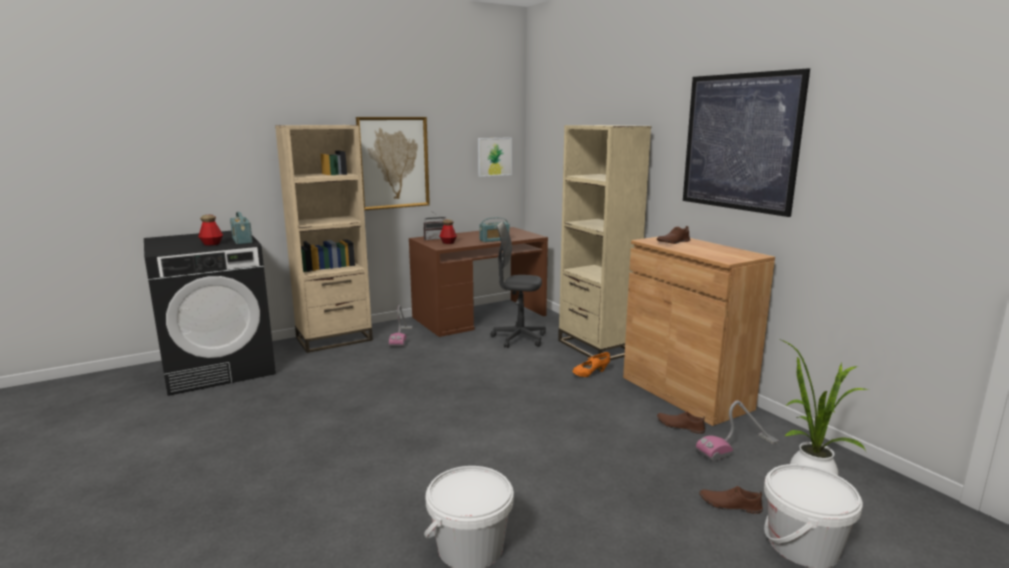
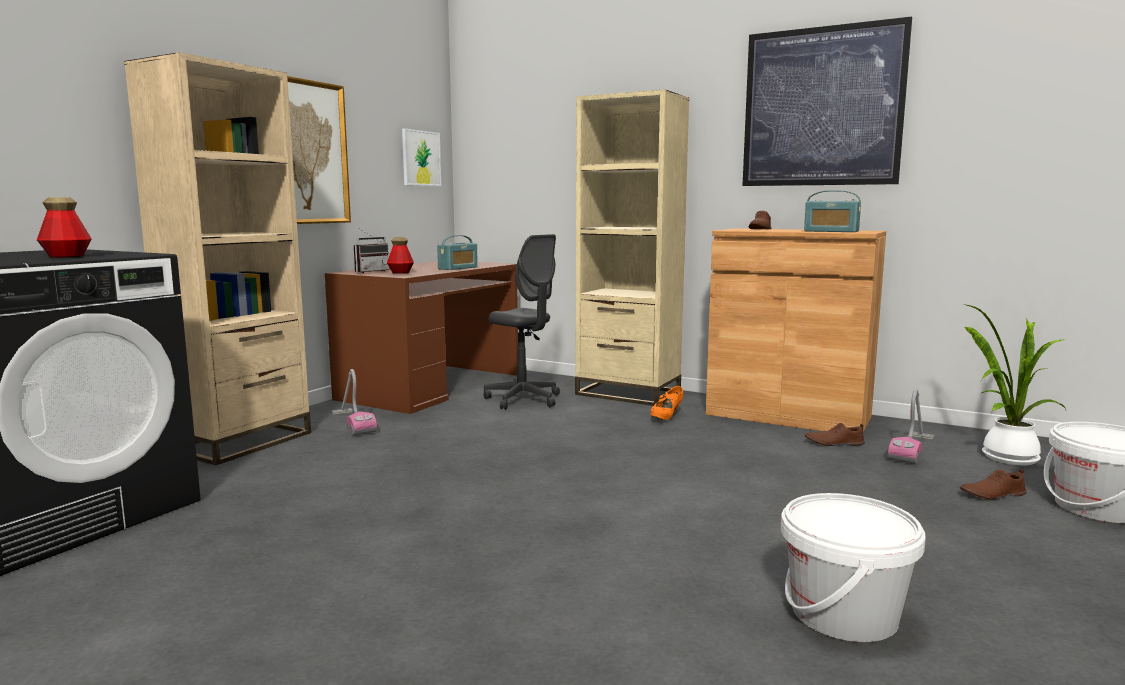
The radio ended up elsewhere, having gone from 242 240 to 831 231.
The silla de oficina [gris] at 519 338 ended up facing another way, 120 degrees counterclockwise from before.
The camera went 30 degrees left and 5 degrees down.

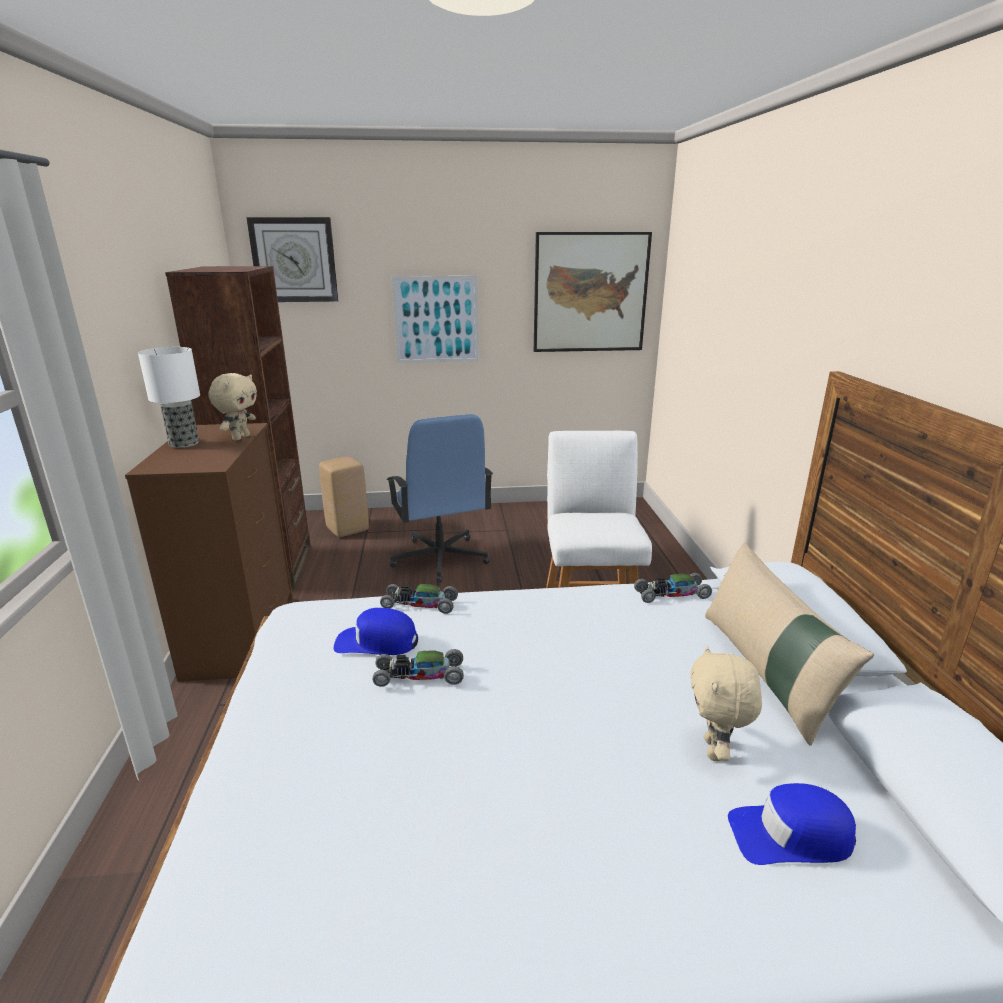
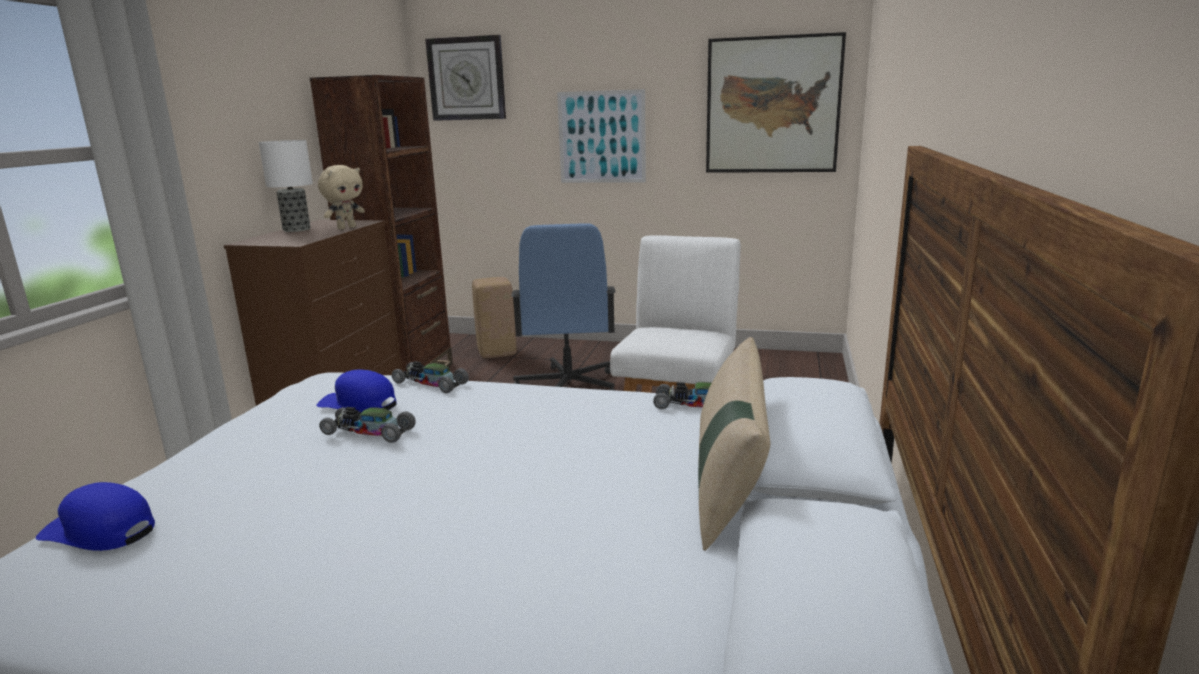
The second view lost the peluche [beis] at 715 750.
The gorra [azul] ended up elsewhere, having gone from 790 835 to 99 530.
The camera went 20 degrees right and 5 degrees down.

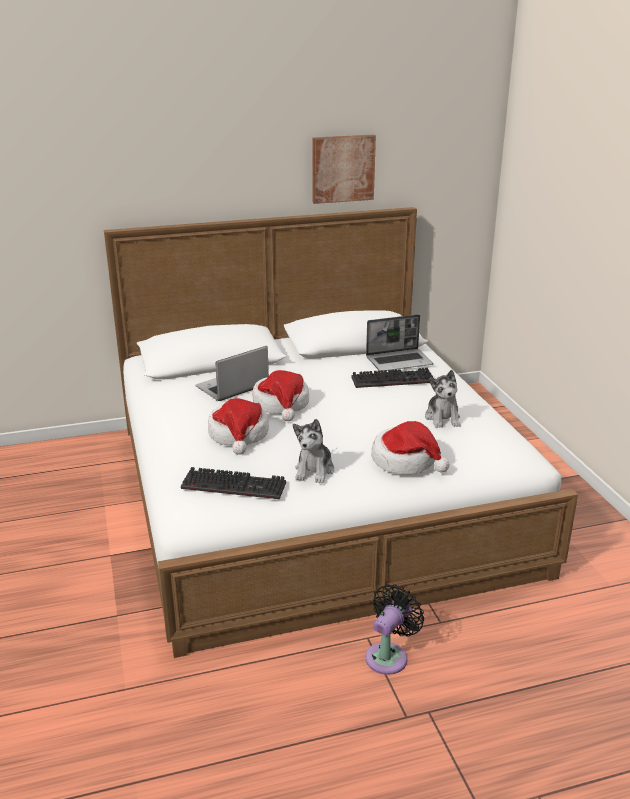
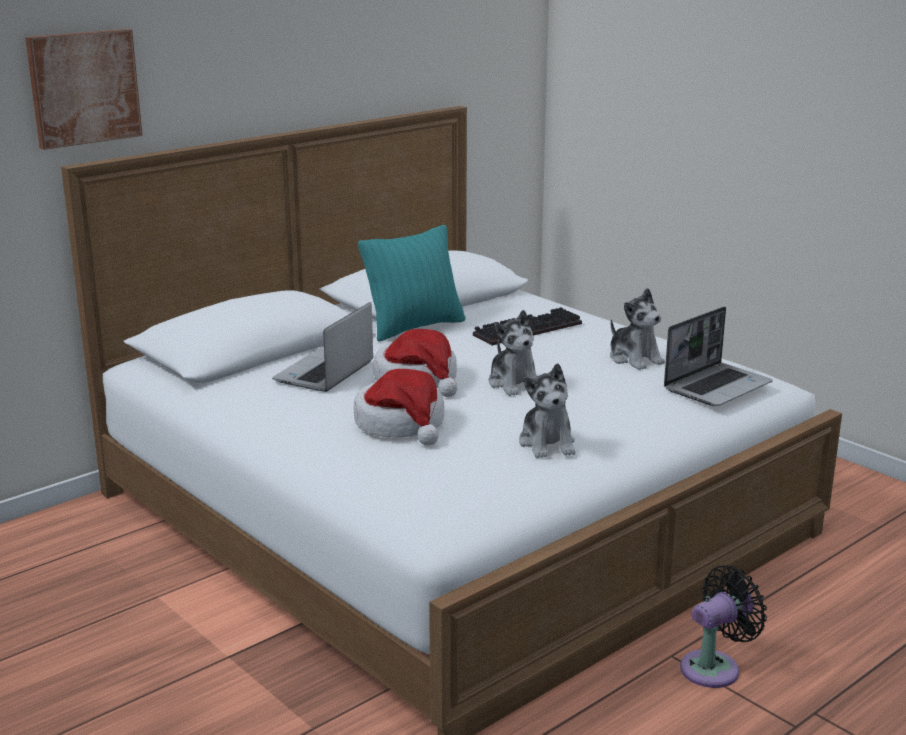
The second view lost the teclado at 236 485.
The cuadro ended up elsewhere, having gone from 343 168 to 84 87.
The portátil ended up elsewhere, having gone from 399 361 to 717 386.
The ventilador [negro] at 389 655 ended up facing another way, 45 degrees clockwise from before.
The second view lost the sombrero at 405 461.
The second view gained the cojín [turquesa] at 414 327.
The second view gained the peluche at 514 384.
The camera went 25 degrees left and 5 degrees down.

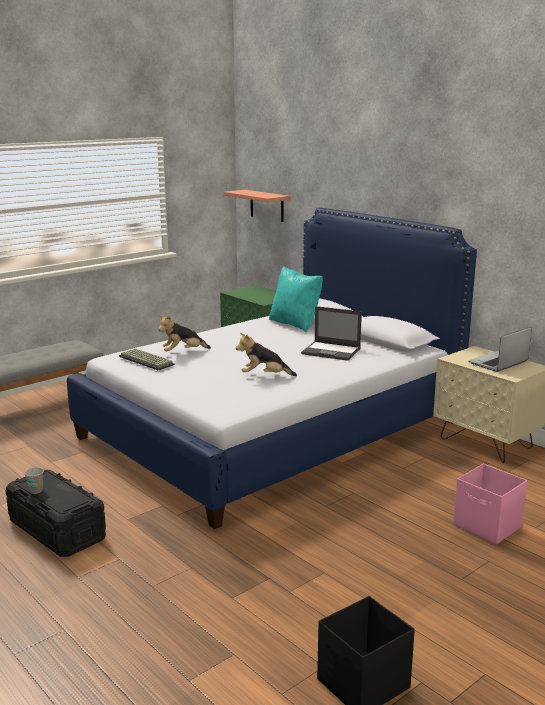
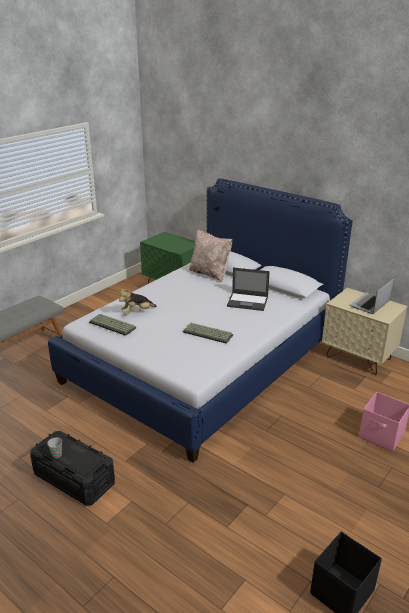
The second view lost the estante at 267 205.
Where the peluche stood at 264 376, the teclado came to stand at 208 333.
What was the cojín [turquesa] at 295 324 turned into the cojín [beis] at 210 273.
The camera went 10 degrees left and 10 degrees up.

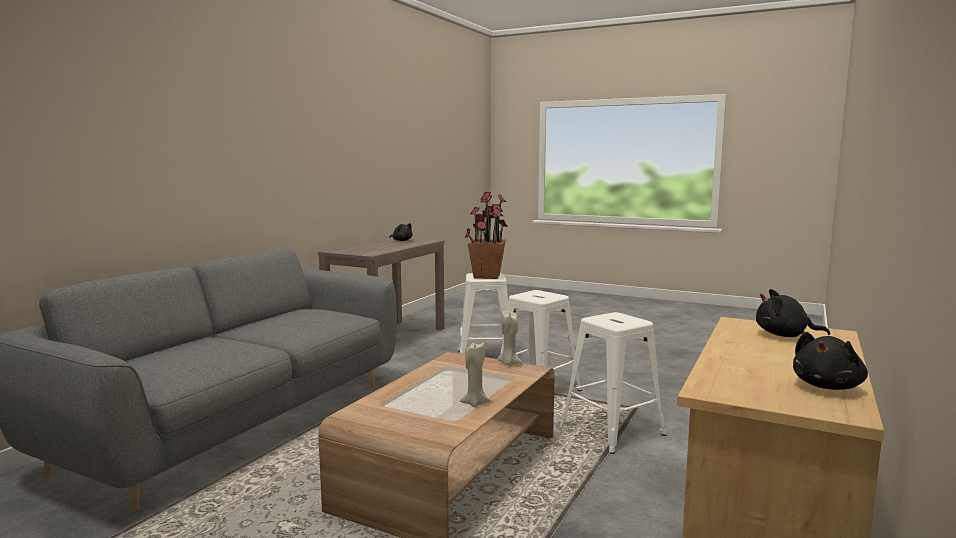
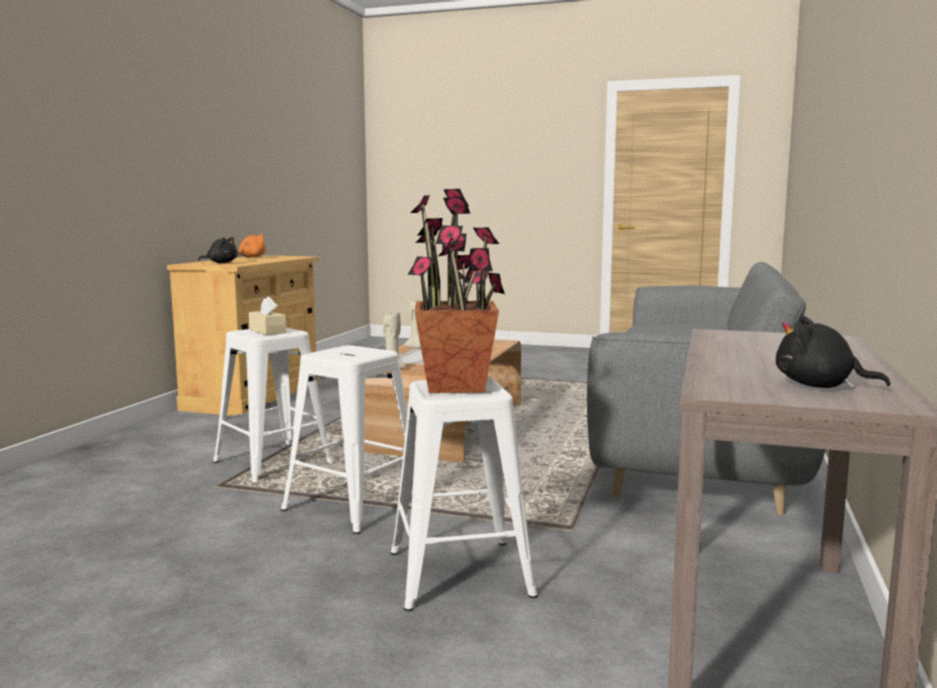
What was the peluche [negro] at 828 386 turned into the peluche [naranja] at 251 257.
The second view gained the caja de pañuelos [beis] at 267 331.
The camera went 170 degrees right and 0 degrees up.

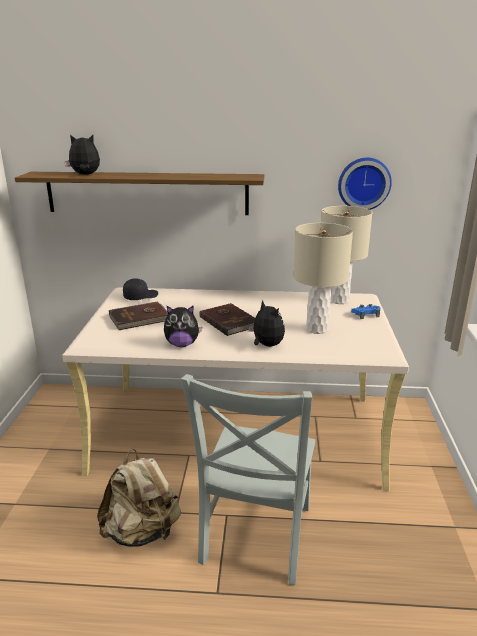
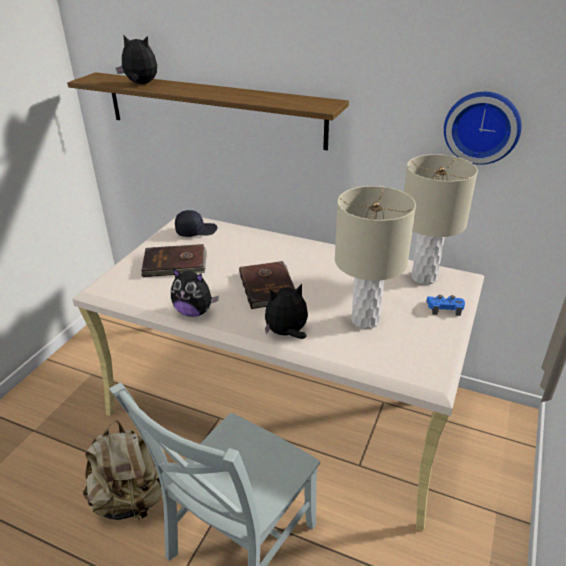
The peluche at 266 345 ended up facing another way, 90 degrees counterclockwise from before.
The camera went 20 degrees right and 10 degrees up.

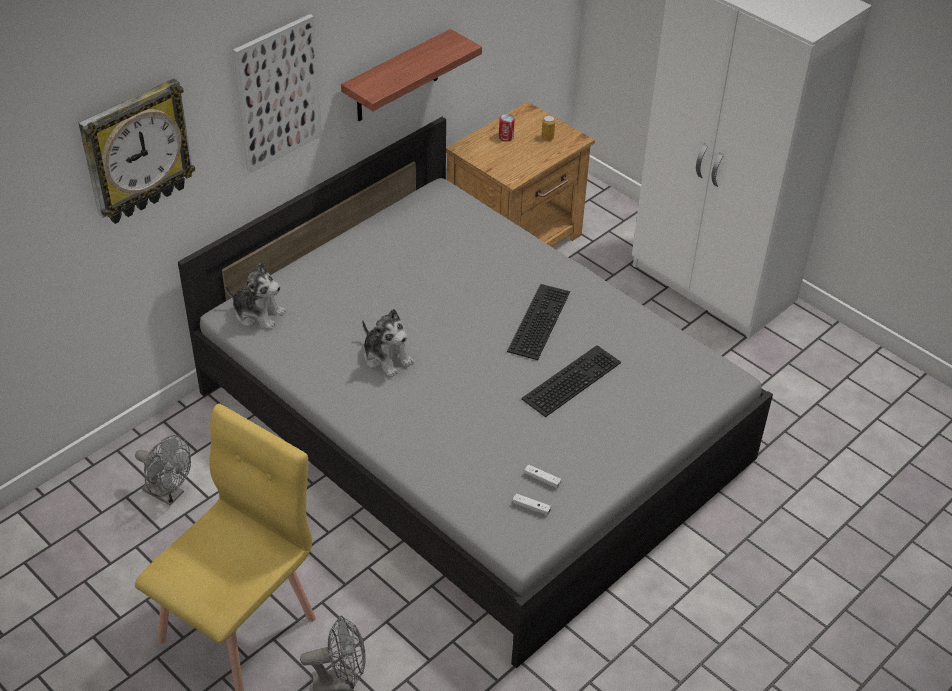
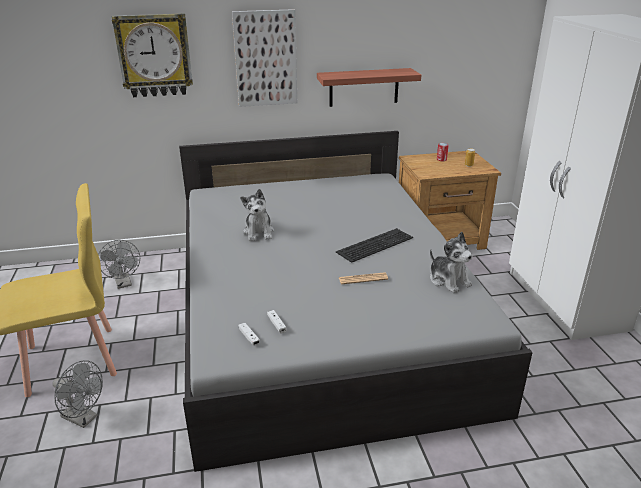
The peluche ended up elsewhere, having gone from 258 314 to 448 280.
Where the teclado stood at 571 379, the periódico came to stand at 363 279.
The camera went 35 degrees right and 15 degrees down.

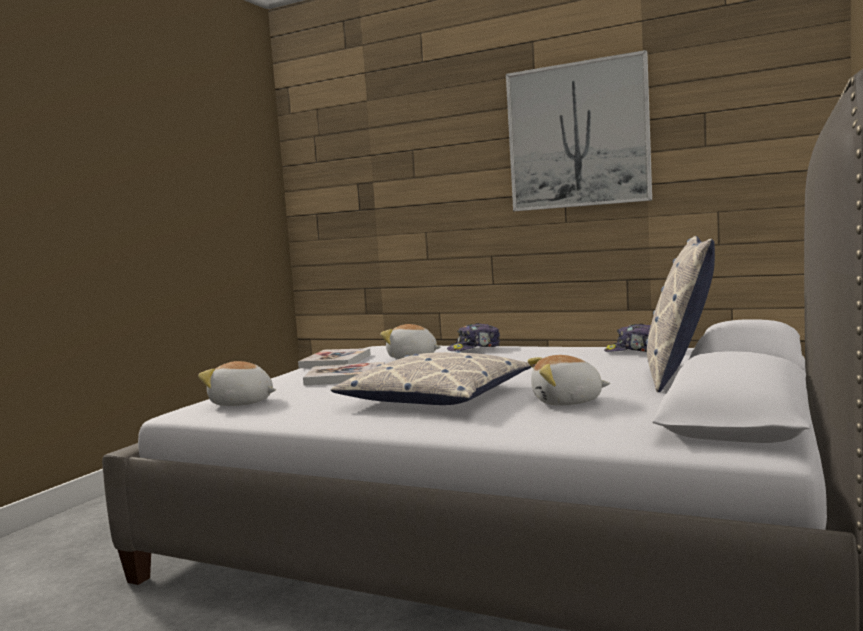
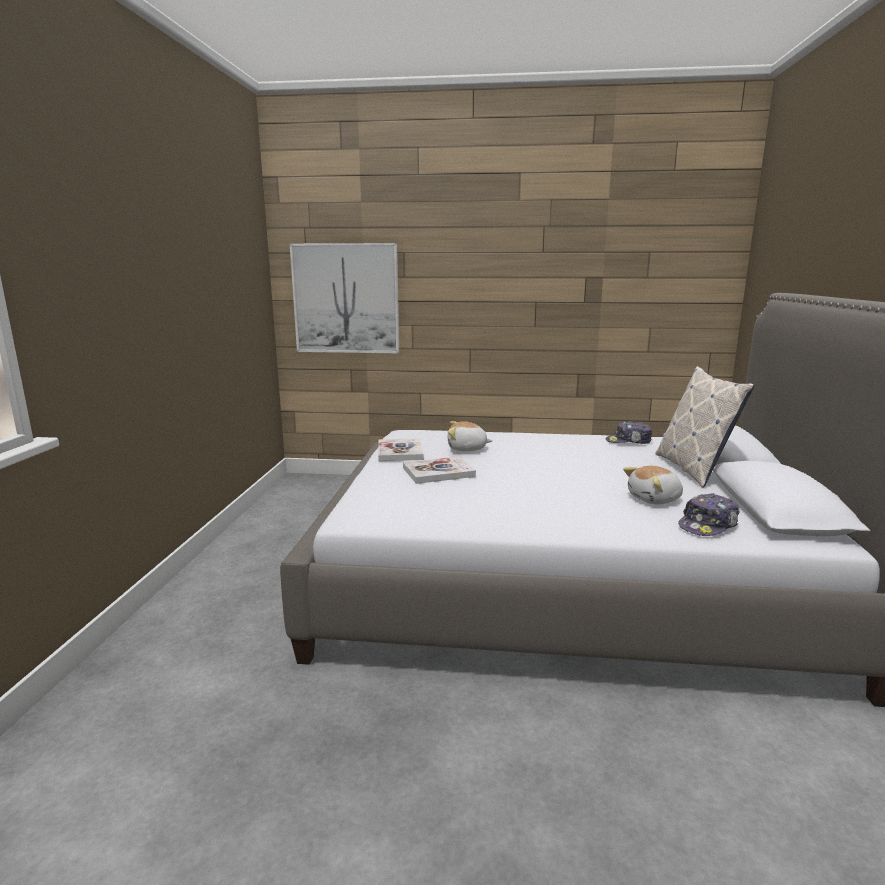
The second view lost the peluche at 242 403.
The second view lost the cojín at 436 397.
The gorra ended up elsewhere, having gone from 474 348 to 708 525.
The cuadro ended up elsewhere, having gone from 577 135 to 346 299.
The camera went 20 degrees left and 10 degrees up.

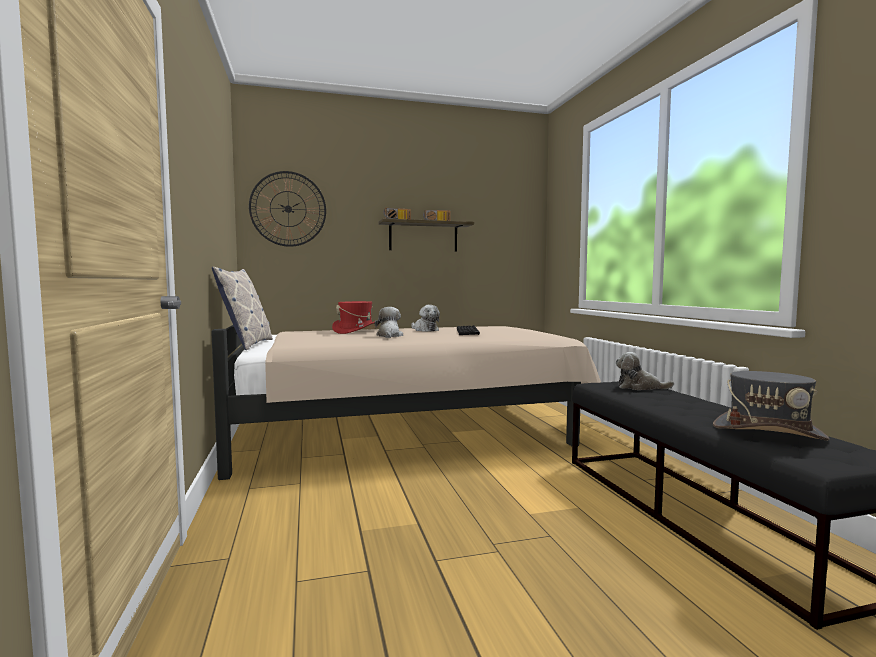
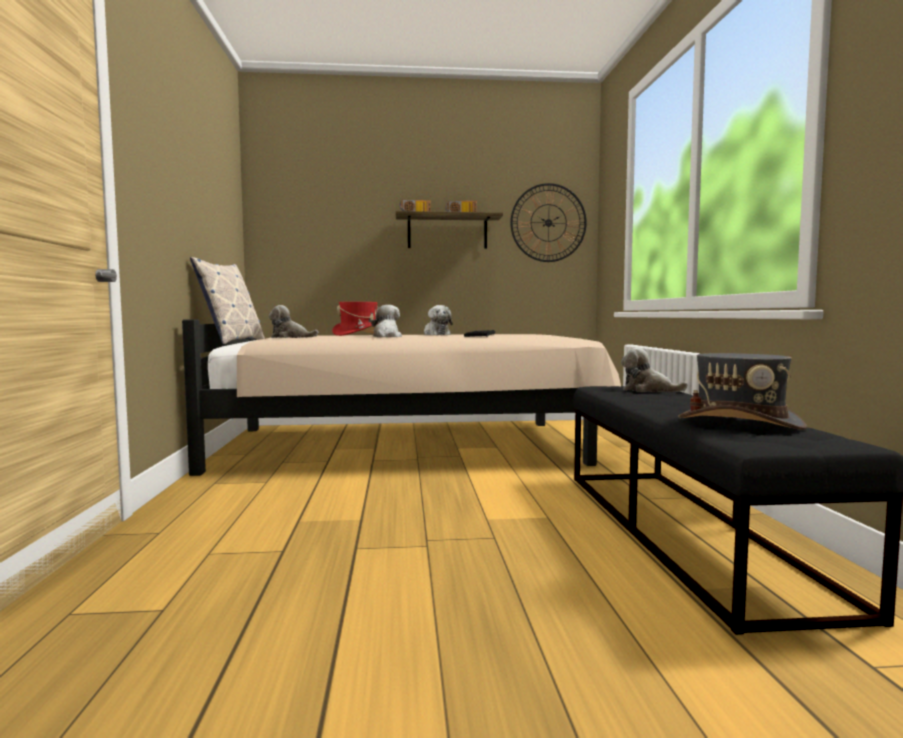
The reloj de pared ended up elsewhere, having gone from 288 209 to 548 223.
The second view gained the peluche at 290 337.
The camera went 10 degrees right and 0 degrees up.

